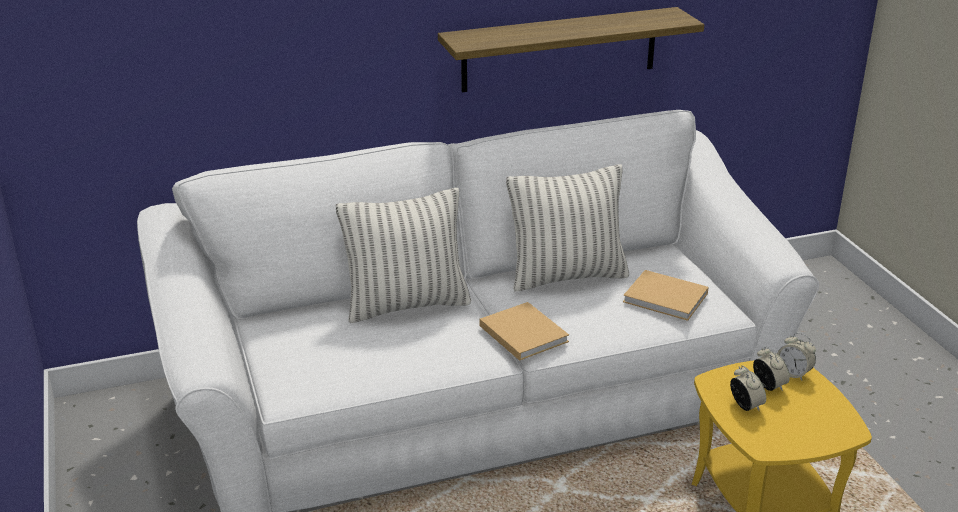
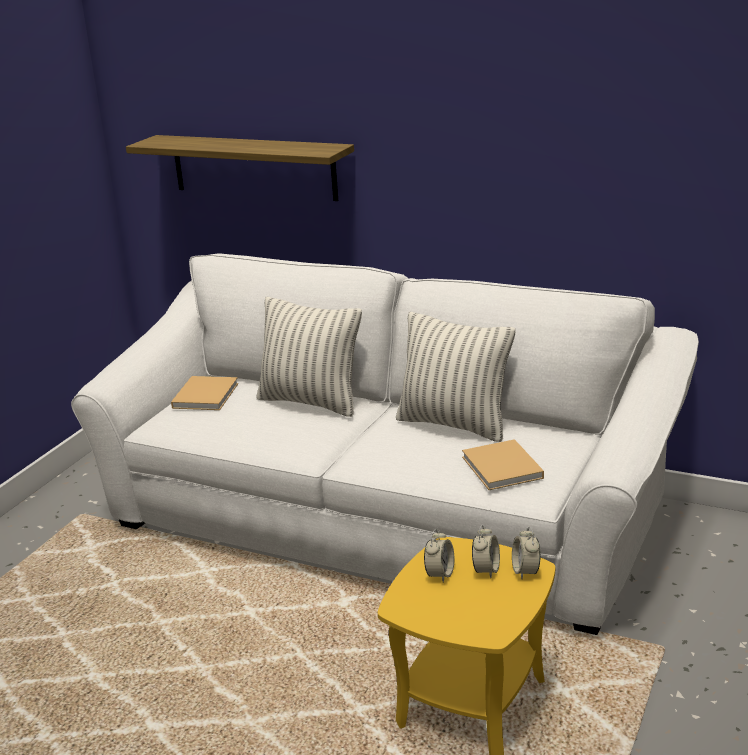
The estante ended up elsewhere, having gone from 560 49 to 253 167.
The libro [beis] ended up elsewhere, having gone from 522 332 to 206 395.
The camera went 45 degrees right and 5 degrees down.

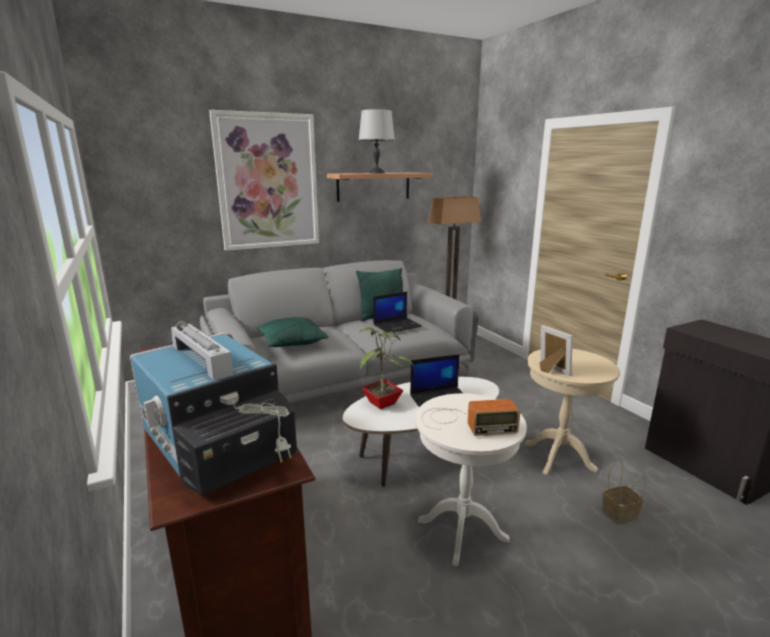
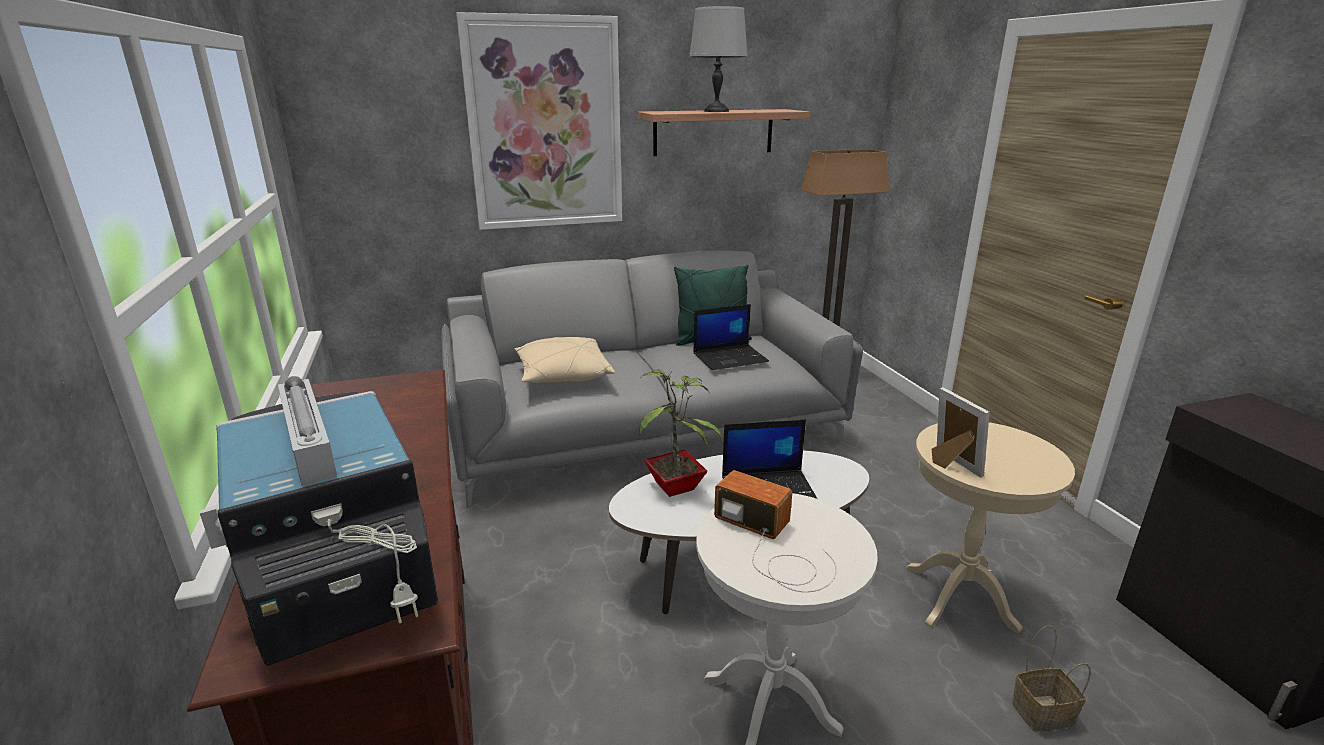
What was the cojín [verde] at 291 343 turned into the cojín [beis] at 563 376.
The radio at 464 422 ended up facing another way, 150 degrees counterclockwise from before.
The camera went 10 degrees right and 5 degrees up.

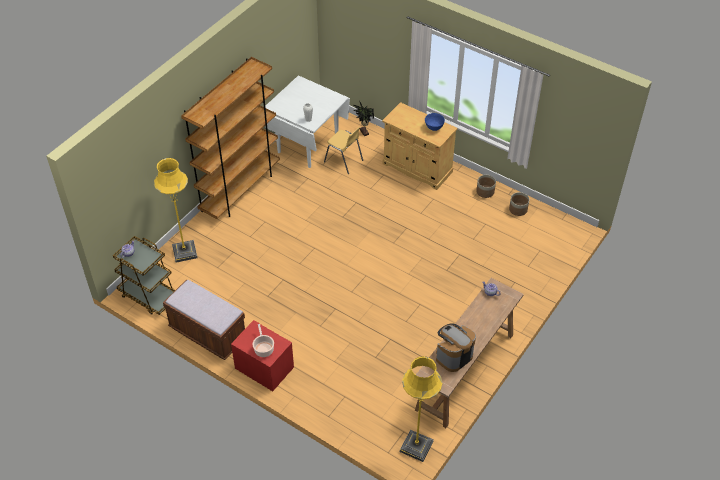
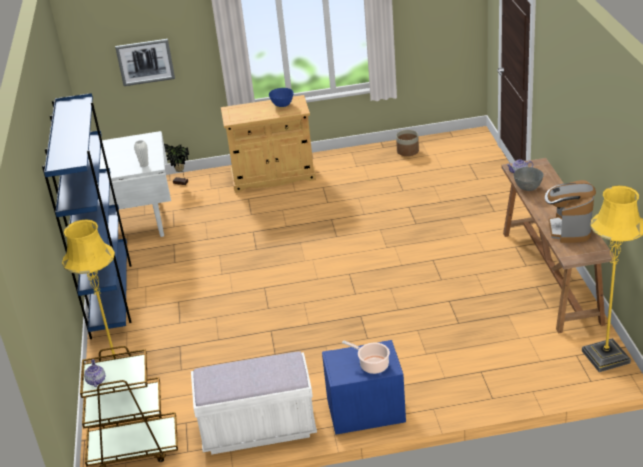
What was the banco [marrón] at 208 334 turned into the banco [blanco] at 258 429.
What was the estantería [marrón] at 240 190 turned into the estantería [azul] at 111 295.
What was the mesita de noche [rojo] at 264 367 turned into the mesita de noche [azul] at 365 410.
The second view lost the silla [amarillo] at 344 161.
The second view lost the maceta at 485 192.
The second view gained the cuadro at 145 62.
The second view gained the cuenco [gris] at 528 188.
The camera went 40 degrees left and 15 degrees down.

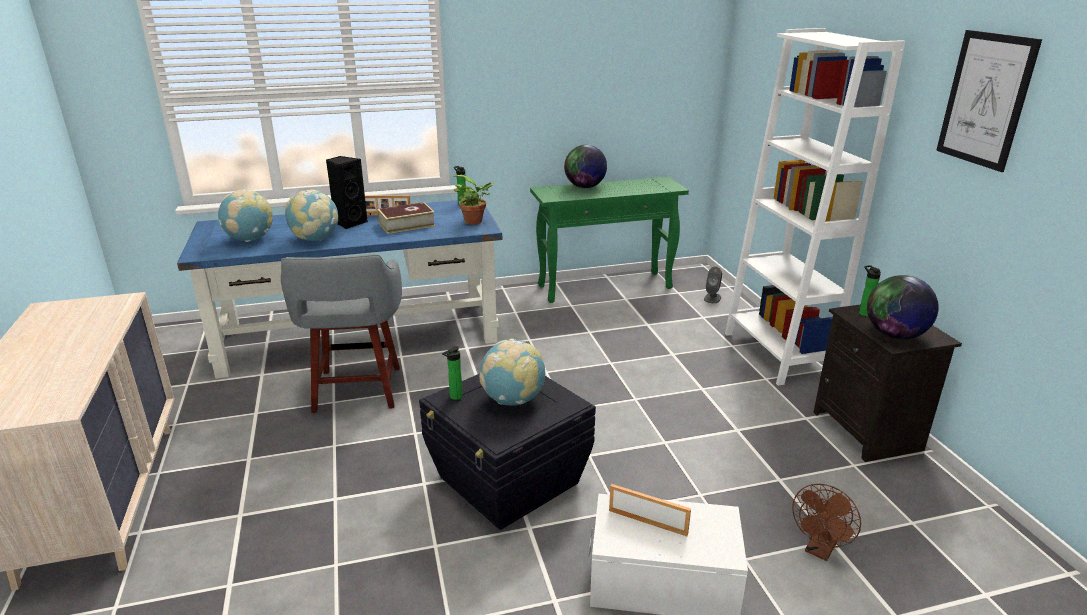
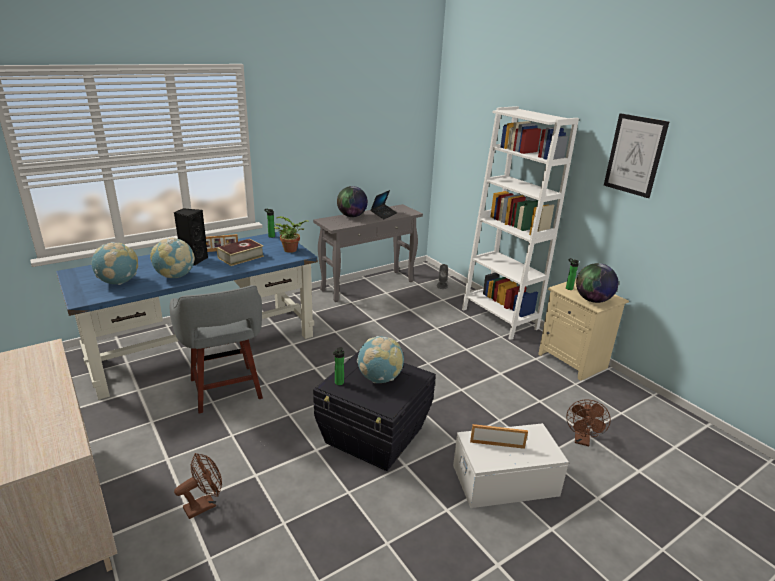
What was the mesa consola [verde] at 605 287 turned into the mesa consola [gris] at 368 285.
What was the mesita de noche [negro] at 869 431 turned into the mesita de noche [beis] at 574 361.
The second view gained the ventilador [marrón] at 204 505.
The second view gained the portátil at 383 214.
The camera went 20 degrees left and 0 degrees up.

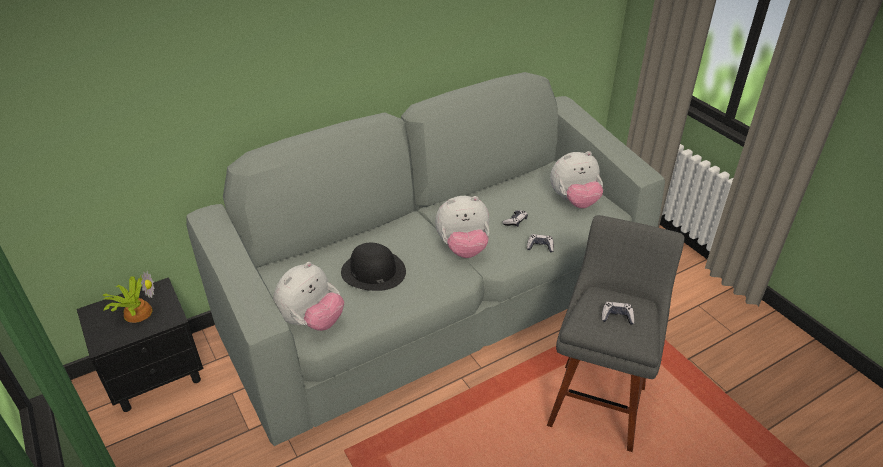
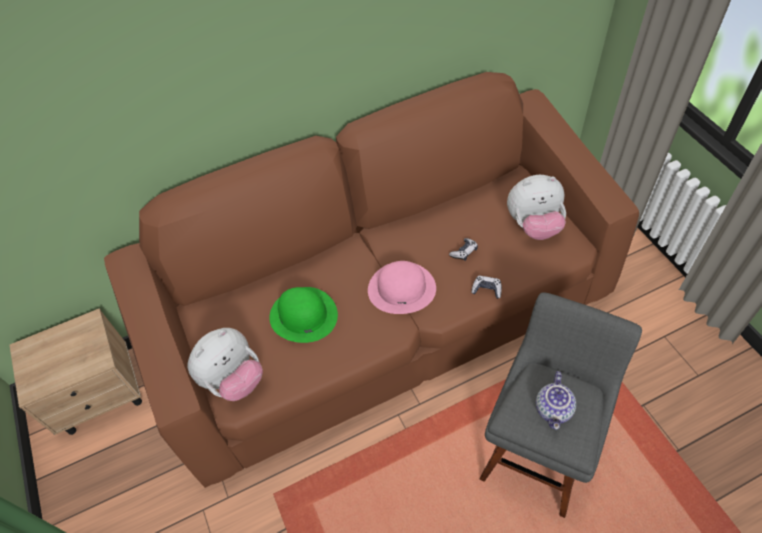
What was the mesita de noche [negro] at 157 376 turned into the mesita de noche [beis] at 102 395.
The second view lost the planta en maceta at 136 312.
What was the sofá [gris] at 440 302 turned into the sofá [marrón] at 386 319.
What was the sombrero [negro] at 373 271 turned into the sombrero [verde] at 303 315.
Where the peluche stood at 463 248, the sombrero [rosa] came to stand at 402 288.
Where the mando de consola stood at 617 317, the tetera came to stand at 554 410.
The camera went 10 degrees right and 15 degrees up.

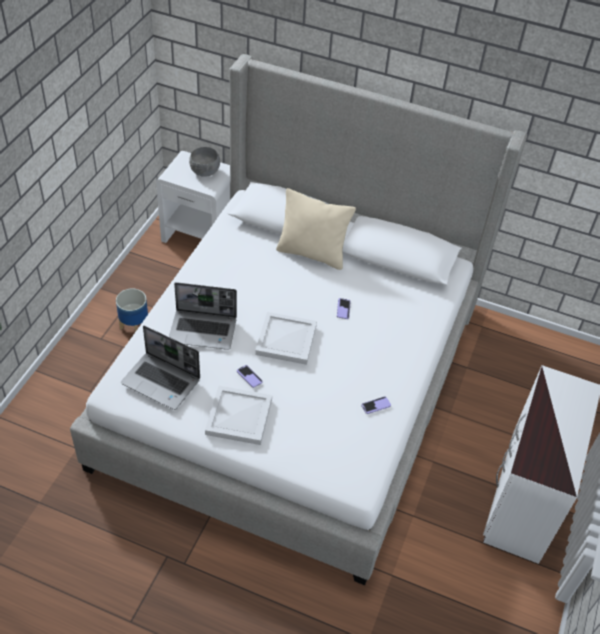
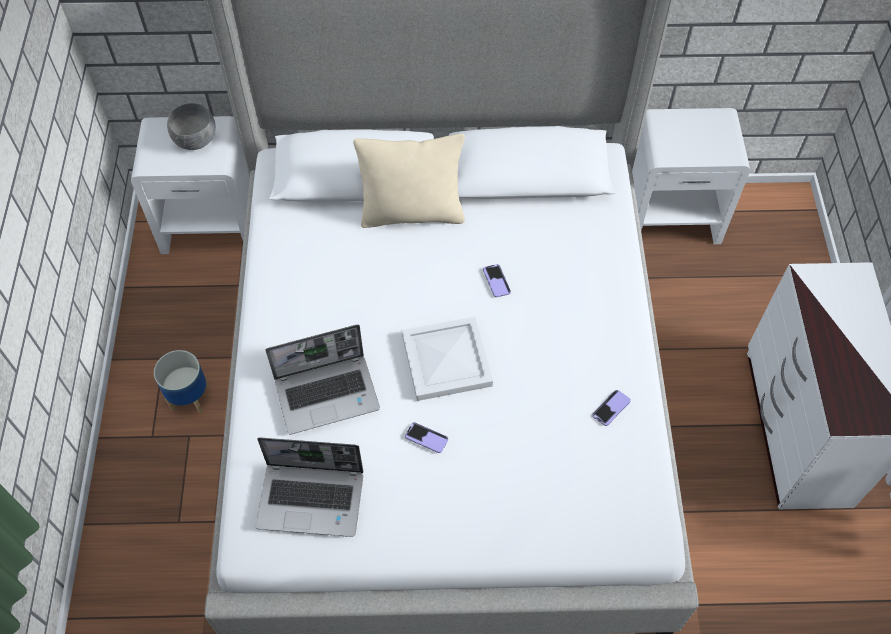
The second view lost the bandeja [blanco] at 238 417.
The second view gained the mesita de noche [blanco] at 671 217.
The camera went 20 degrees left and 10 degrees up.

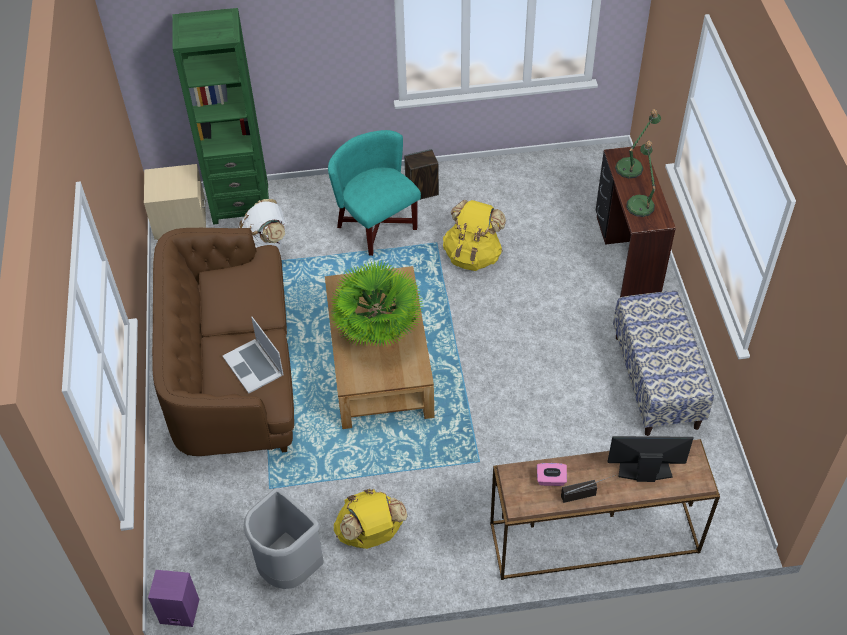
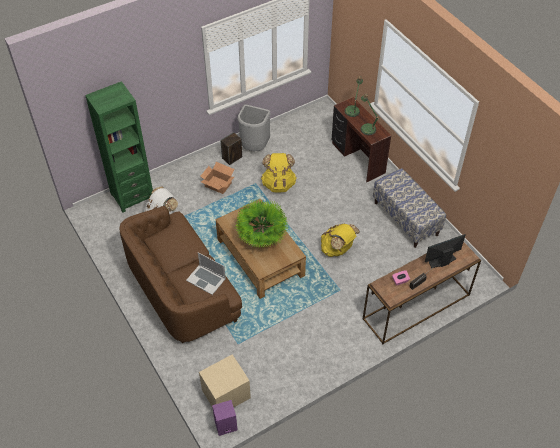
The mesita de noche [beis] ended up elsewhere, having gone from 180 220 to 226 394.
The papelera [gris] ended up elsewhere, having gone from 289 569 to 254 147.
Where the sillón [turquesa] stood at 377 226, the caja de cartón came to stand at 218 184.
The mochila [amarillo] ended up elsewhere, having gone from 371 534 to 337 249.
The camera went 25 degrees left and 0 degrees up.

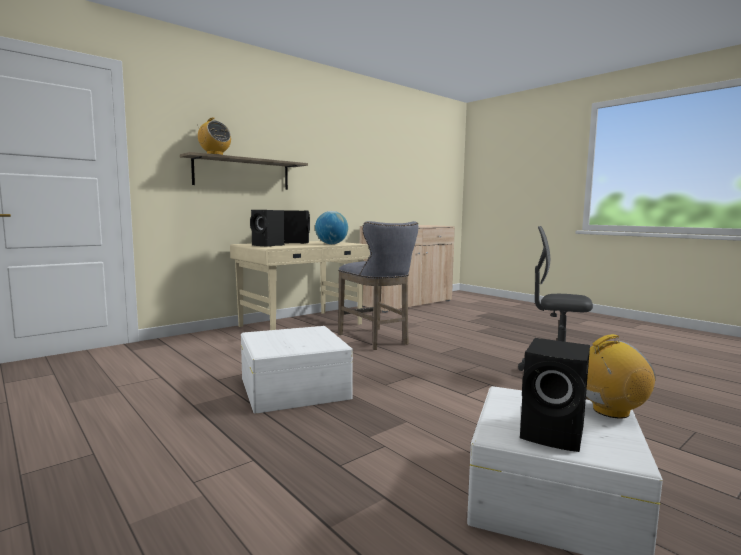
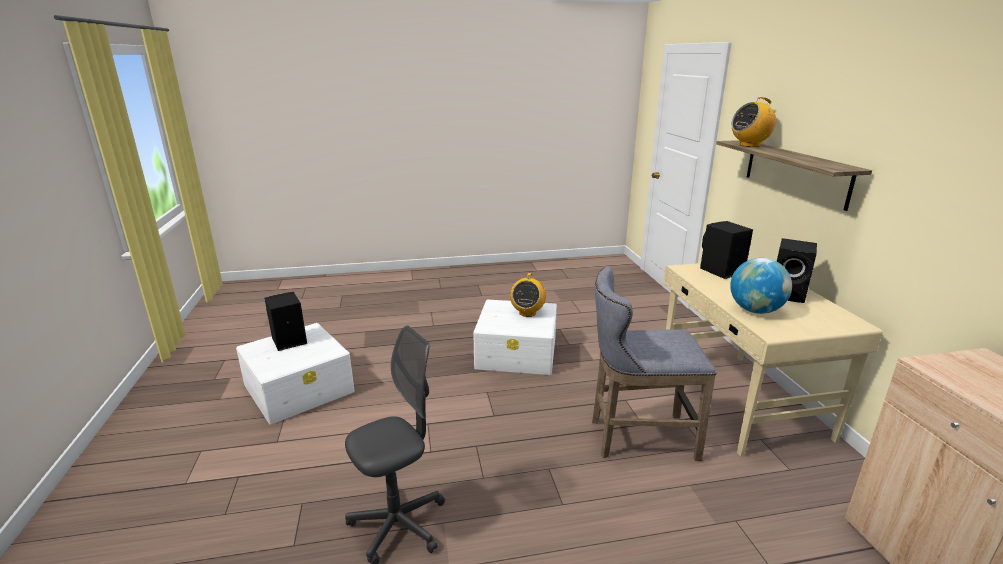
The radio ended up elsewhere, having gone from 610 411 to 527 313.
The camera went 120 degrees right and 15 degrees up.

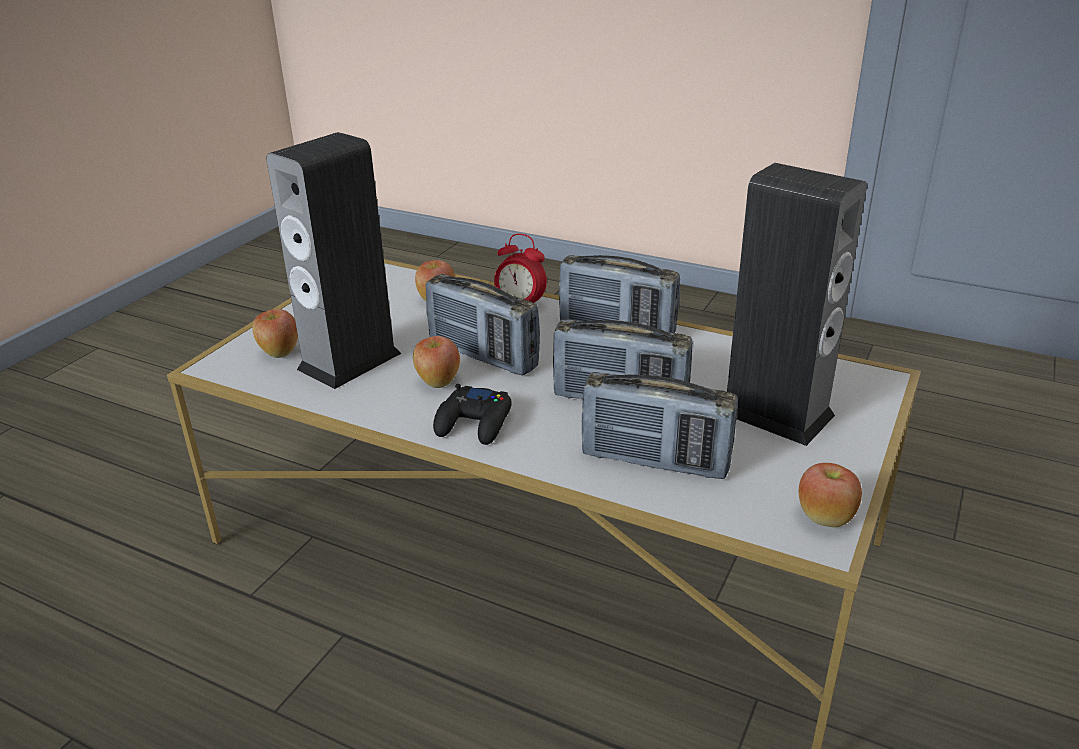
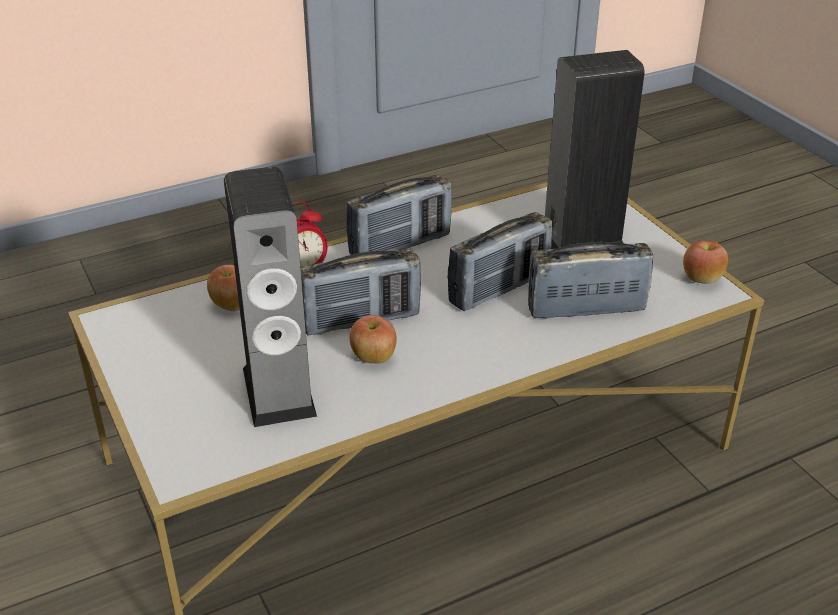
The second view lost the manzana at 279 353.
The second view lost the mando de consola [negro] at 475 423.
The radio at 655 461 ended up facing another way, 150 degrees counterclockwise from before.
The camera went 55 degrees left and 5 degrees up.

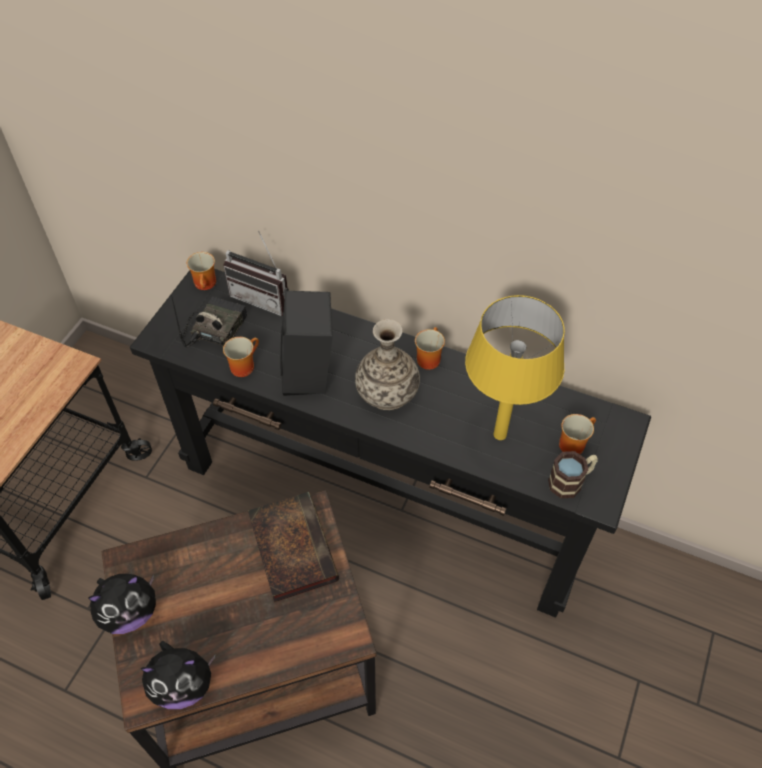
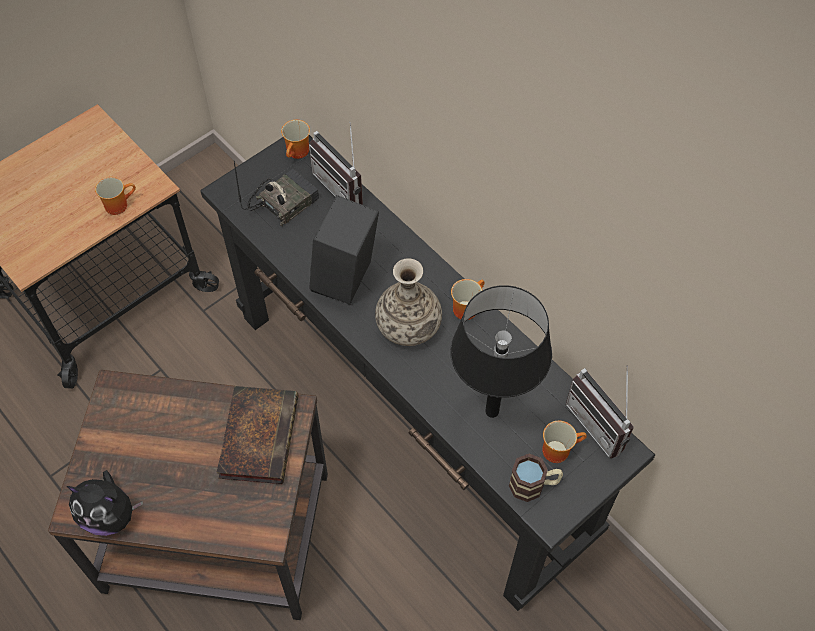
The second view lost the peluche at 130 612.
The taza grande ended up elsewhere, having gone from 243 365 to 118 204.
What was the lámpara de mesa [amarillo] at 499 435 turned into the lámpara de mesa [negro] at 491 411.
The second view gained the radio at 602 423.
The camera went 25 degrees right and 5 degrees up.

